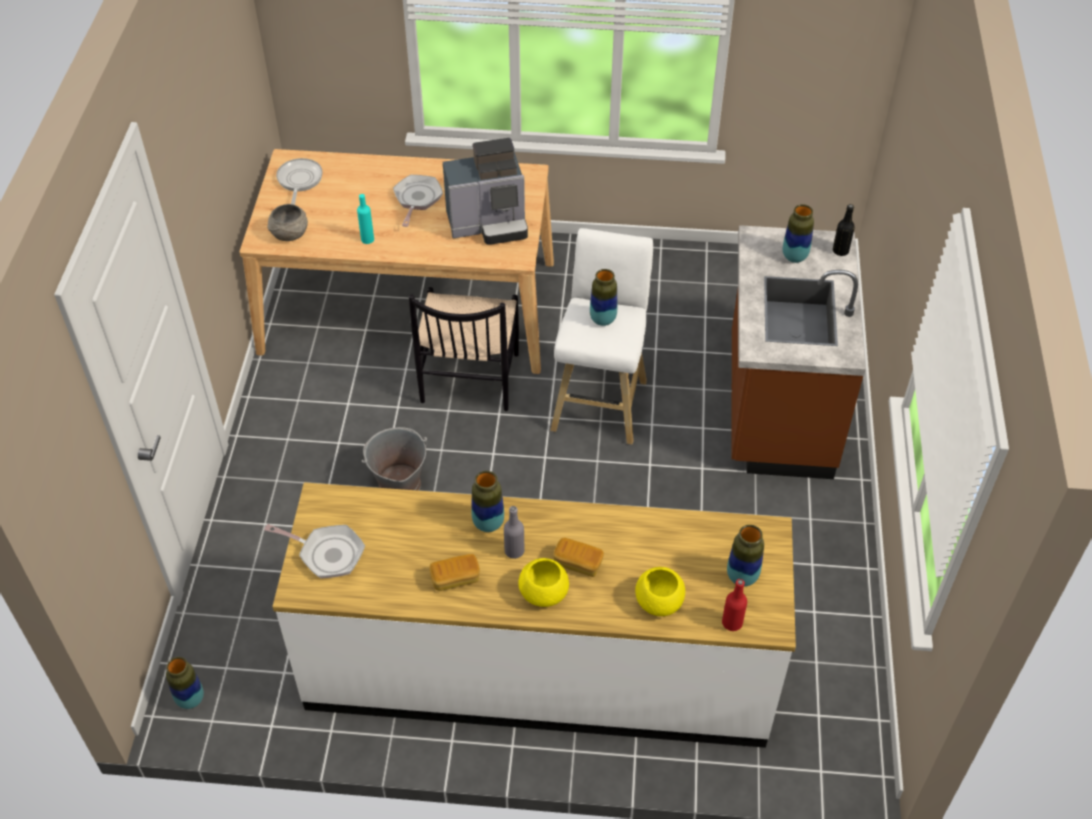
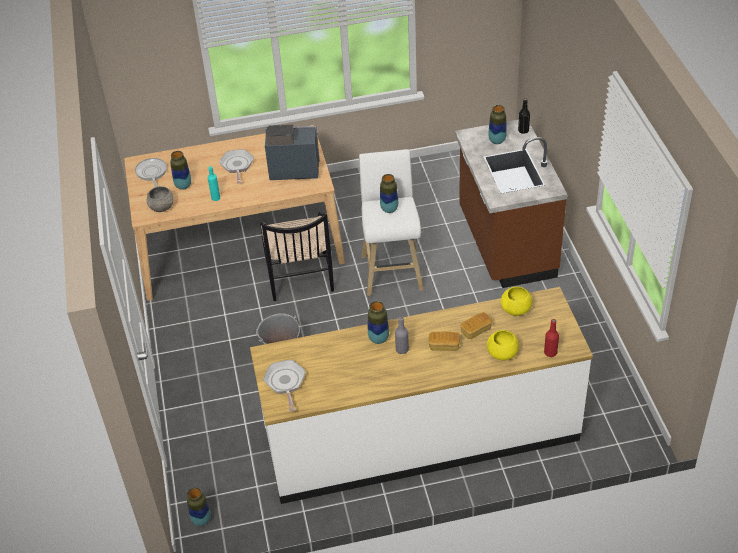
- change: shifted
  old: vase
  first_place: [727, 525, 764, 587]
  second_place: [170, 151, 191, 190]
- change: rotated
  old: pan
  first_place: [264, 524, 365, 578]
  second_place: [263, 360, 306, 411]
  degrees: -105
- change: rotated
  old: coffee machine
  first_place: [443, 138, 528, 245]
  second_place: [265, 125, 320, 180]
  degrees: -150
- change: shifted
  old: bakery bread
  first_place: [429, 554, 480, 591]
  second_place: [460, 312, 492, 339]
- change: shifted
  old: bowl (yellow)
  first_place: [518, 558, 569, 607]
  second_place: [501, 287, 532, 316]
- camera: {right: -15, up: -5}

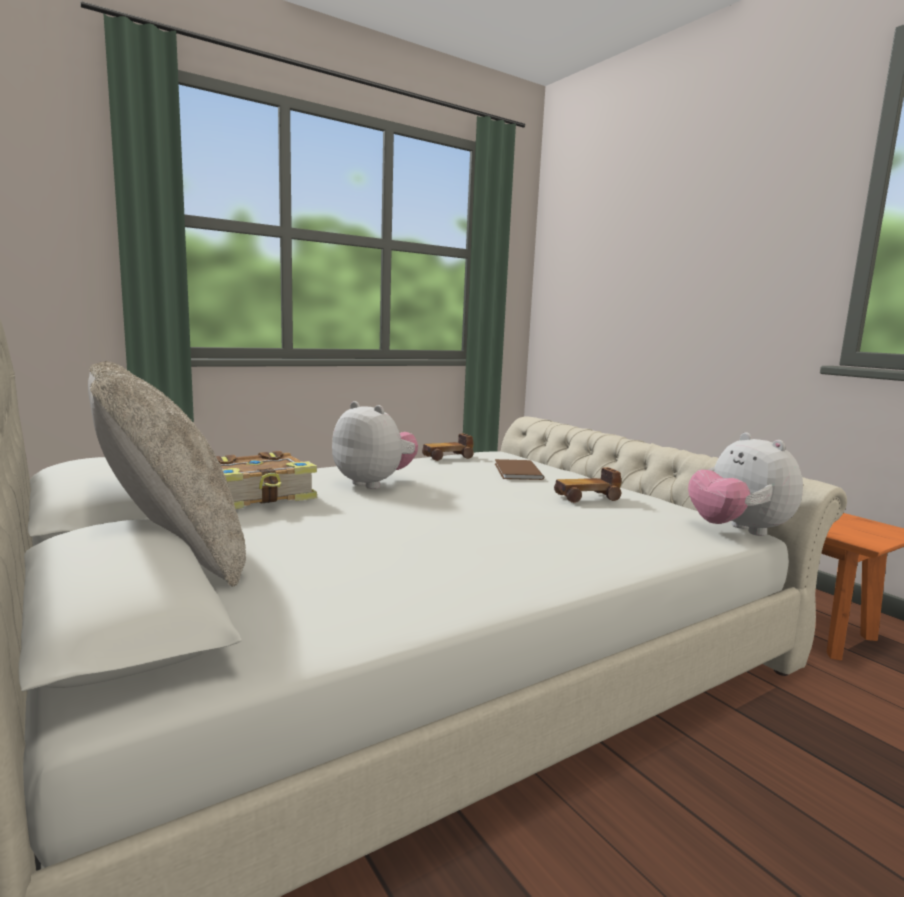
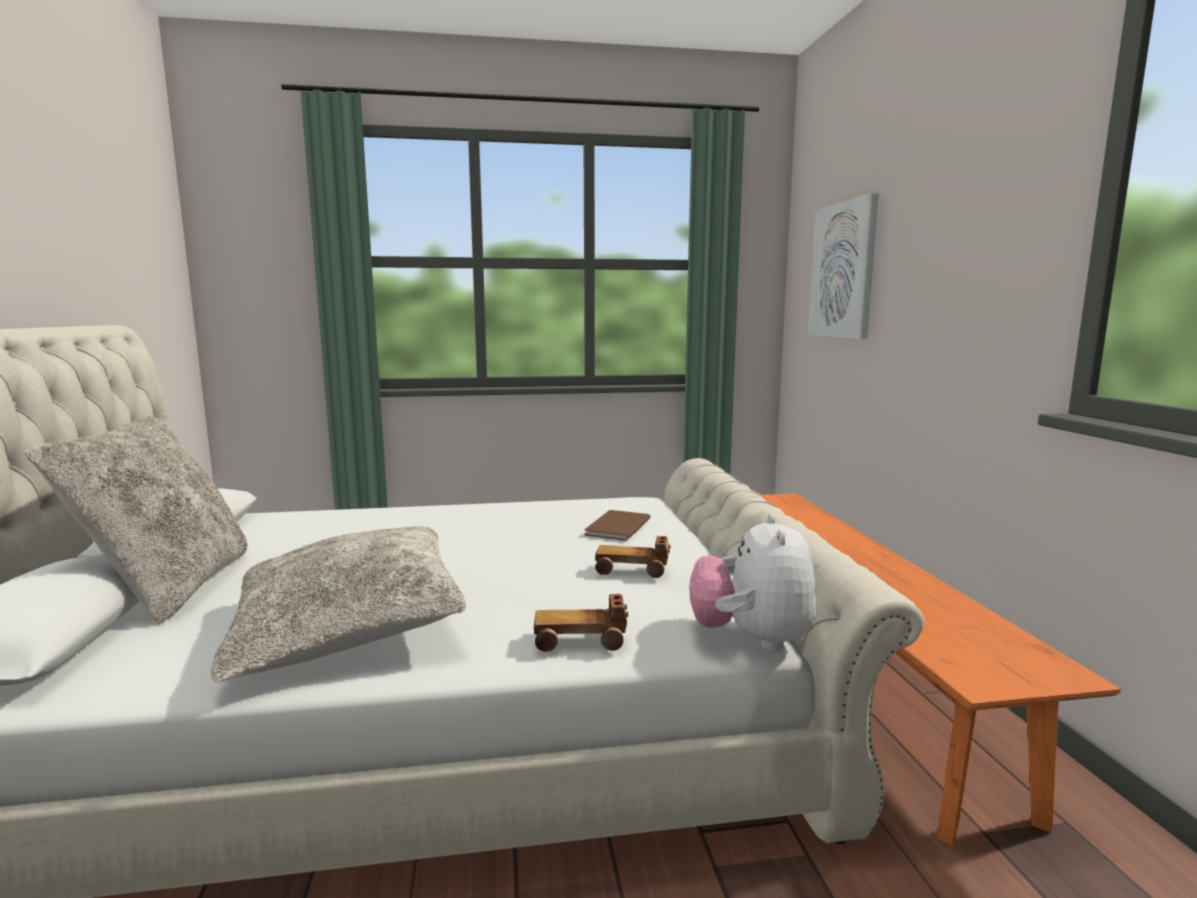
- change: new
  new: cushion (sand-coloured)
  second_place: [210, 526, 466, 683]
- change: shifted
  old: toy car
  first_place: [422, 433, 474, 461]
  second_place: [534, 594, 628, 652]
- change: new
  new: wall picture
  second_place: [808, 193, 879, 339]
- change: gone
  old: book
  first_place: [216, 451, 317, 509]
- change: gone
  old: cuddly toy
  first_place: [332, 401, 418, 489]
- camera: {right: 25, up: 0}

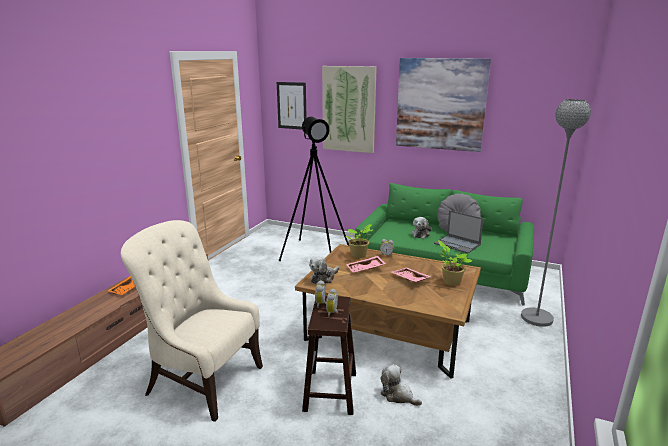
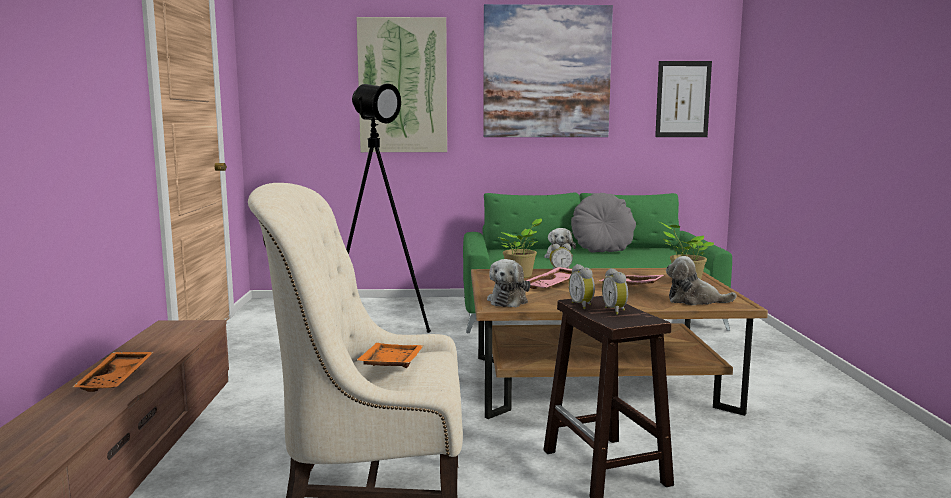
- change: new
  new: tray (orange-coloured)
  second_place: [355, 343, 423, 368]
- change: shifted
  old: wall picture
  first_place: [277, 82, 307, 130]
  second_place: [655, 61, 712, 137]
- change: shifted
  old: cuddly toy
  first_place: [380, 364, 422, 406]
  second_place: [666, 256, 737, 305]
- change: gone
  old: portable computer
  first_place: [434, 210, 484, 253]
- change: gone
  old: standard lamp (gray)
  first_place: [521, 99, 591, 327]
- camera: {right: -25, up: -10}

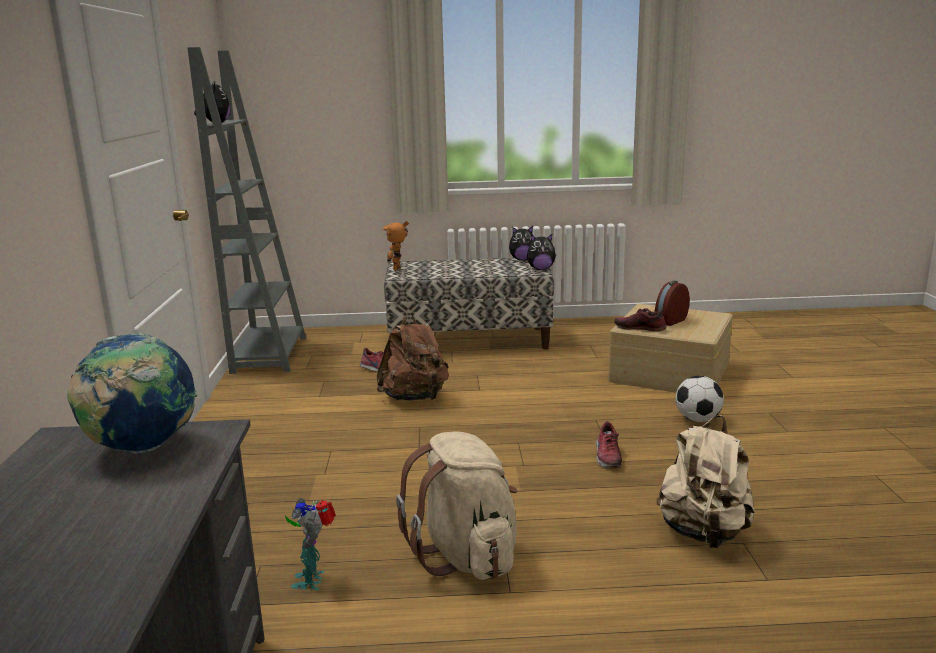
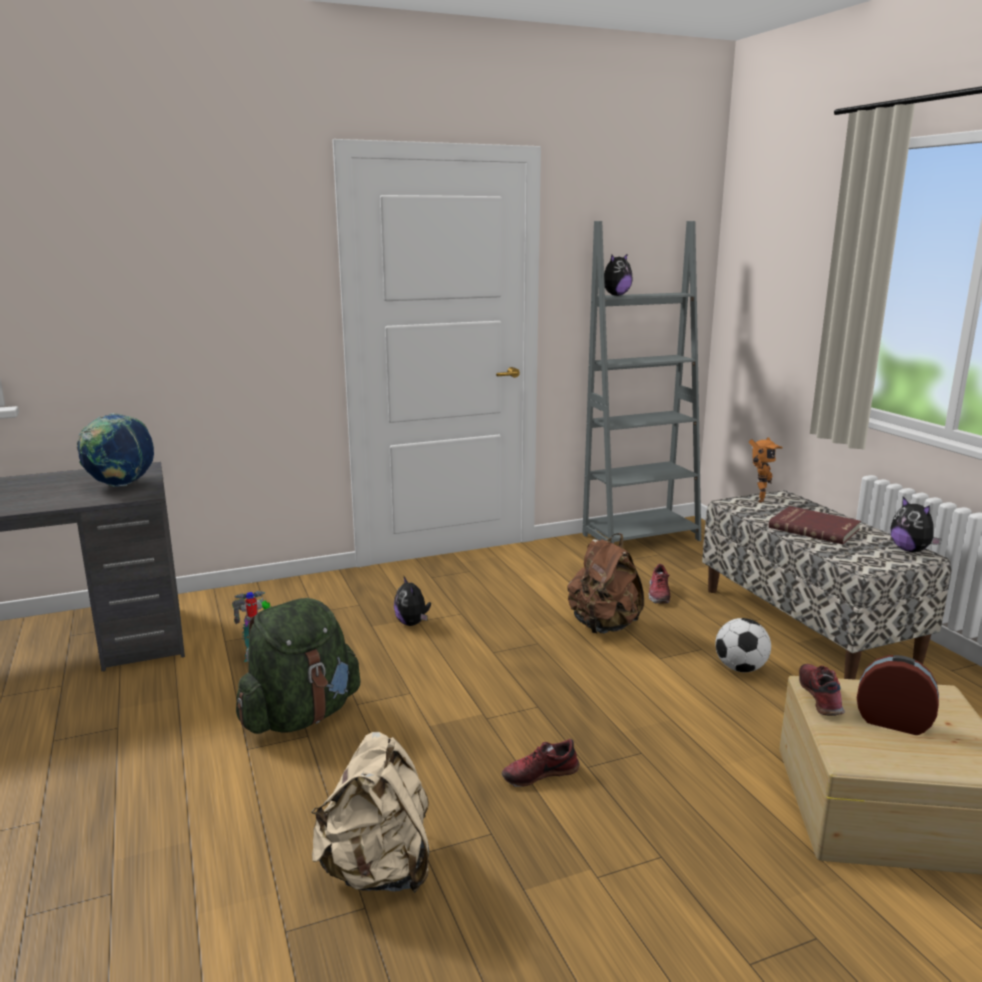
- change: repainted
  old: backpack (sand-coloured)
  new: backpack (green-coloured)
  first_place: [396, 431, 517, 580]
  second_place: [236, 598, 360, 734]
- change: shifted
  old: cuddly toy
  first_place: [527, 234, 556, 270]
  second_place: [394, 575, 431, 626]
- change: shifted
  old: football
  first_place: [675, 376, 724, 422]
  second_place: [715, 618, 771, 672]
- change: rotated
  old: model robot
  first_place: [382, 221, 409, 271]
  second_place: [749, 437, 783, 502]
  degrees: 120
- change: new
  new: book (reddish)
  second_place: [769, 506, 861, 544]
- camera: {right: 70, up: 0}

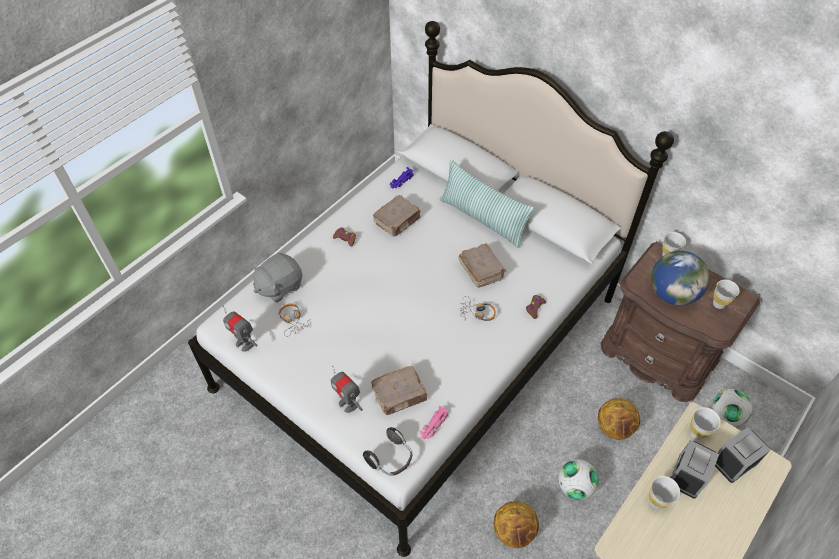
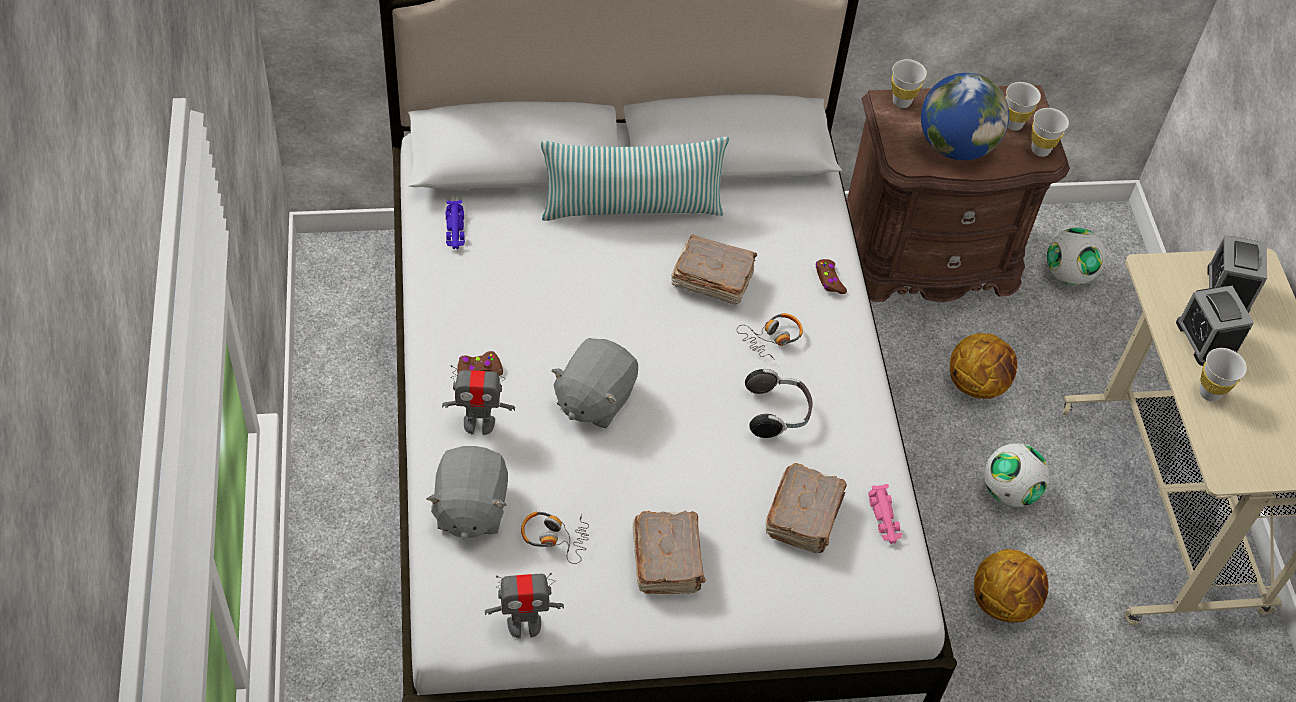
- change: shifted
  old: model robot
  first_place: [331, 366, 363, 413]
  second_place: [442, 365, 515, 435]
- change: new
  new: cuddly toy (gray)
  second_place: [551, 338, 638, 428]
- change: shifted
  old: book (brown-coloured)
  first_place: [373, 195, 421, 237]
  second_place: [632, 511, 705, 594]
- change: shifted
  old: headphones
  first_place: [363, 427, 412, 476]
  second_place: [745, 369, 813, 438]
- change: shifted
  old: cup (white)
  first_place: [690, 407, 721, 440]
  second_place: [1031, 108, 1069, 157]
- camera: {right: -50, up: 0}

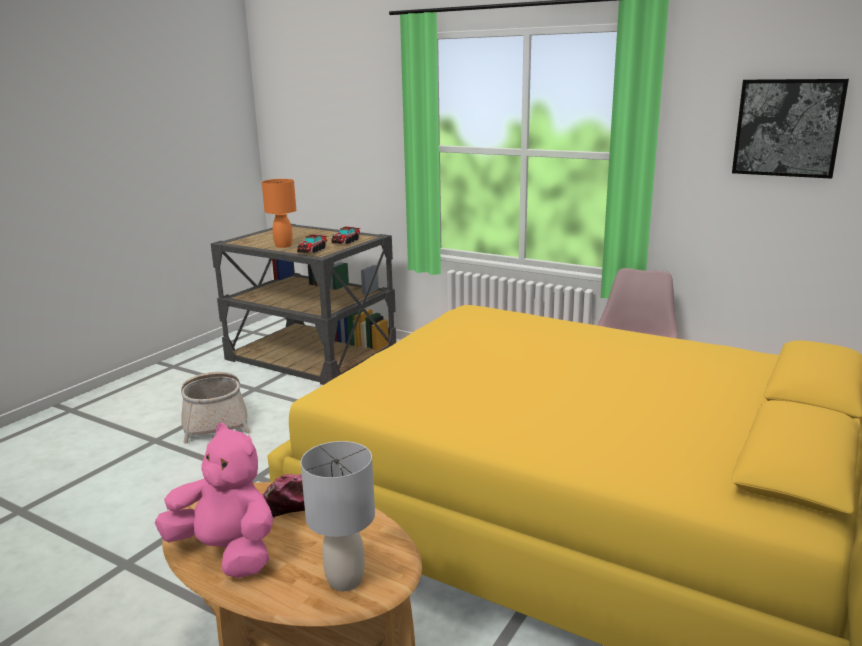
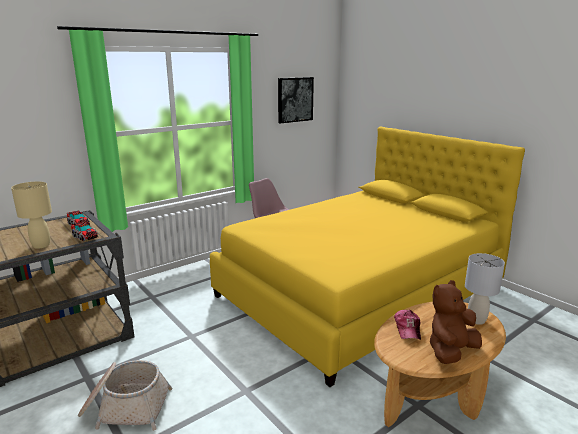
- change: repainted
  old: tabletop lamp (orange-coloured)
  new: tabletop lamp (sand-coloured)
  first_place: [262, 179, 296, 248]
  second_place: [11, 181, 52, 249]
- change: repainted
  old: cuddly toy (pink-coloured)
  new: cuddly toy (brown-coloured)
  first_place: [155, 423, 273, 578]
  second_place: [430, 280, 482, 364]
- camera: {right: -70, up: 0}

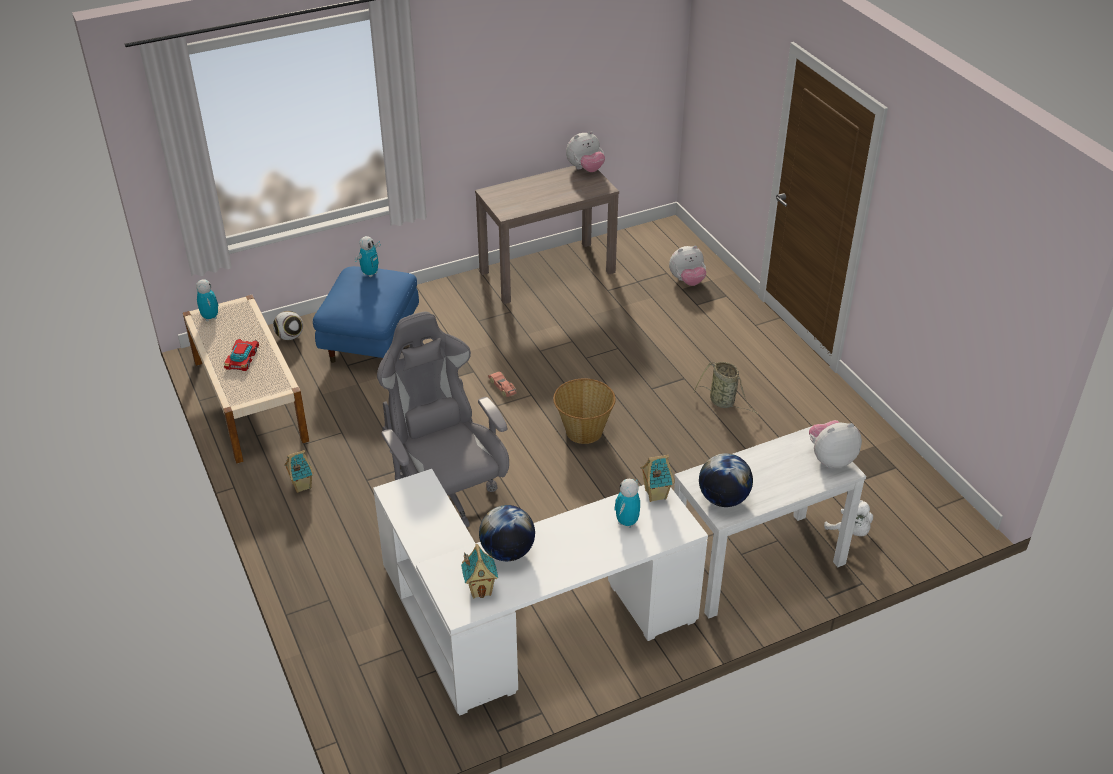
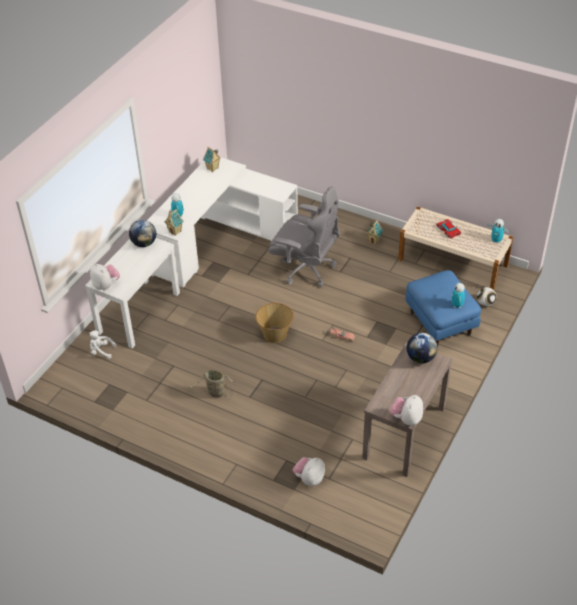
- change: rotated
  old: cuddly toy
  first_place: [809, 420, 862, 468]
  second_place: [90, 263, 120, 290]
  degrees: -75
- change: shifted
  old: world globe
  first_place: [479, 505, 535, 561]
  second_place: [407, 333, 437, 363]
- camera: {right: 145, up: 5}

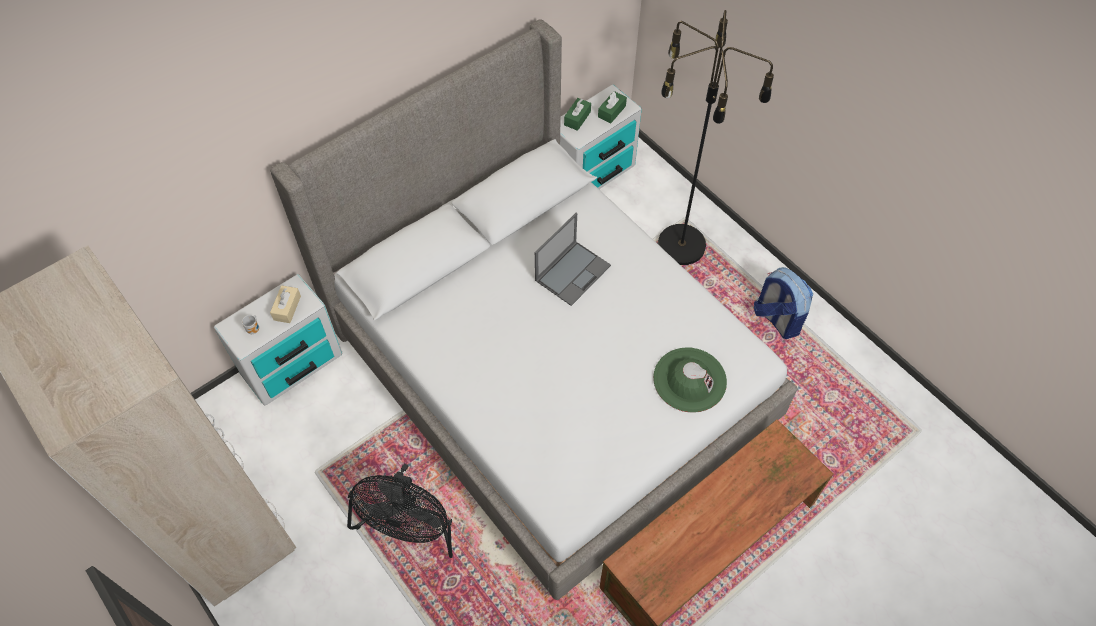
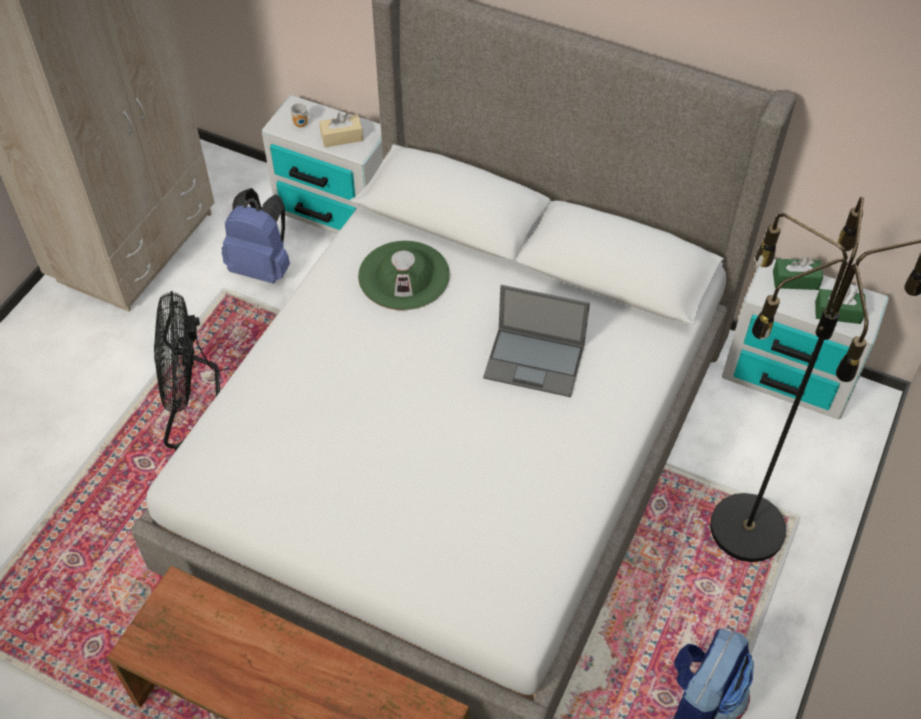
- change: new
  new: backpack (blue)
  second_place: [222, 188, 290, 284]
- change: shifted
  old: wearable hat (green-coloured)
  first_place: [653, 348, 727, 413]
  second_place: [358, 241, 450, 310]
- camera: {right: 65, up: -5}

